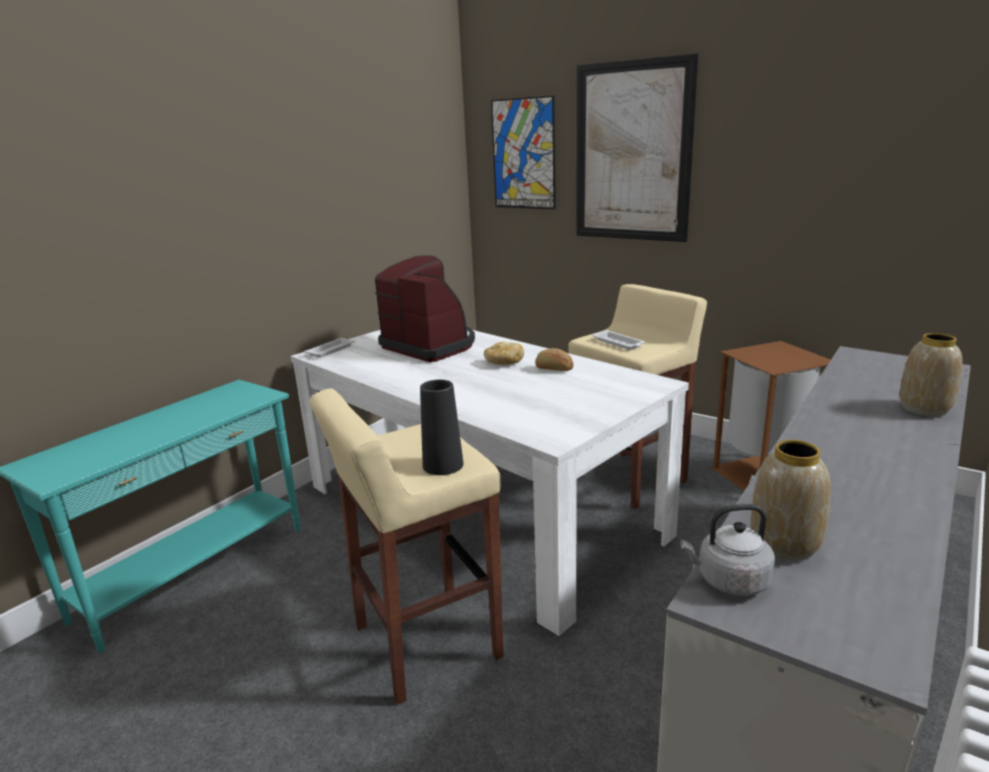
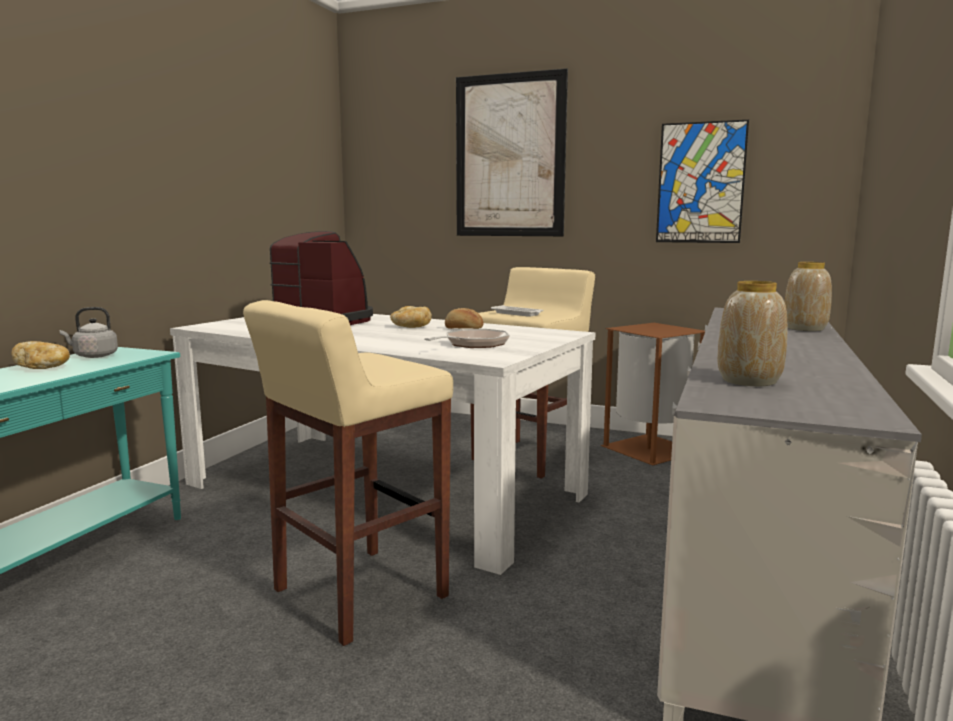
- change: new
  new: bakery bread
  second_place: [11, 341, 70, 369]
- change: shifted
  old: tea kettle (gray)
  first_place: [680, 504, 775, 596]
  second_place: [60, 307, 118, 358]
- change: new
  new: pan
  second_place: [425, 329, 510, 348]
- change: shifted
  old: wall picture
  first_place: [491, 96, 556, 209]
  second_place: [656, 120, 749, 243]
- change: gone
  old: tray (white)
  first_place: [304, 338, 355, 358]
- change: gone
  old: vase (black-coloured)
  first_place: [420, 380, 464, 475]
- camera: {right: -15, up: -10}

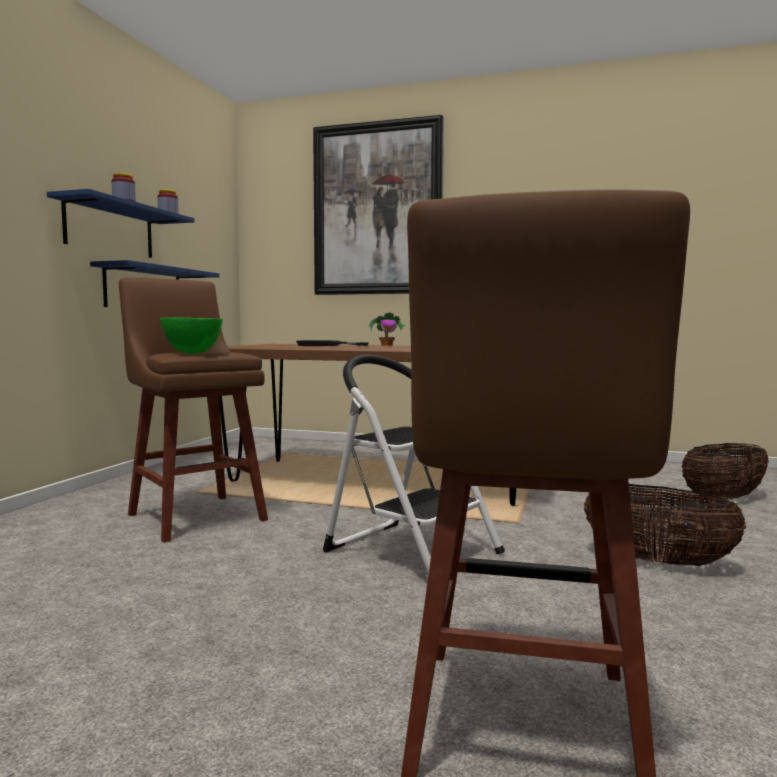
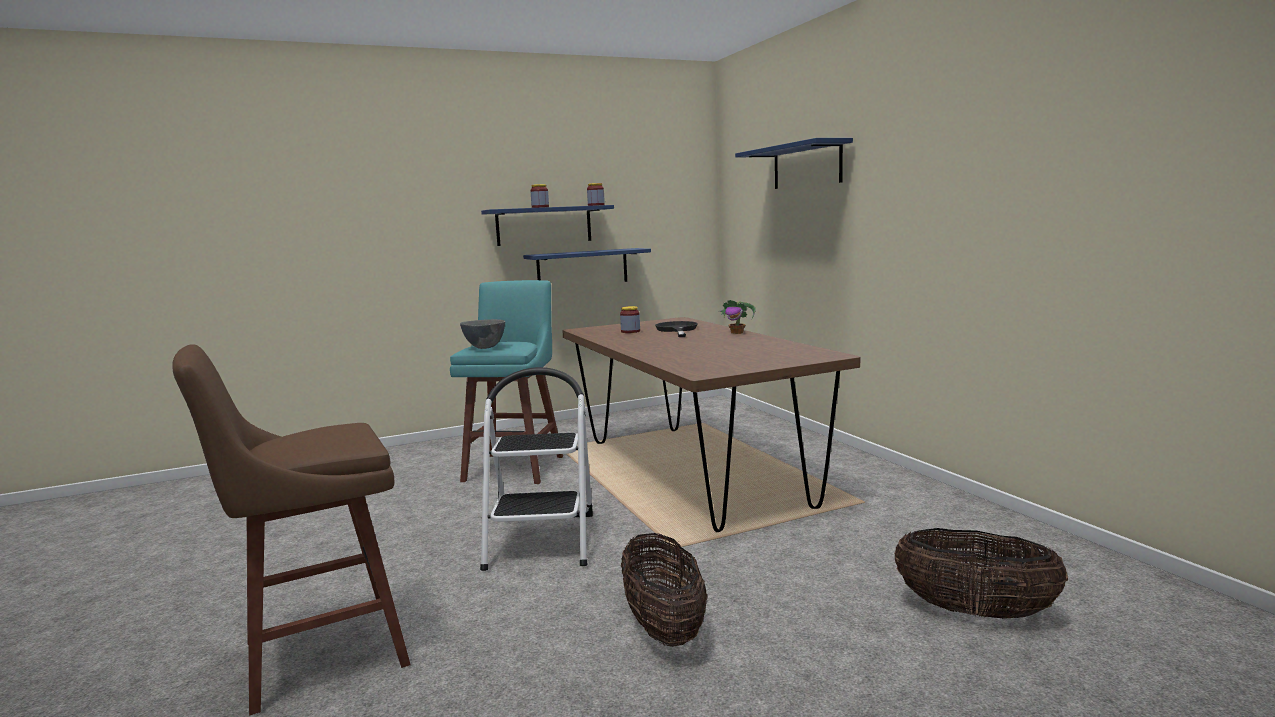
- change: repainted
  old: stool seat (brown-coloured)
  new: stool seat (turquoise-coloured)
  first_place: [119, 278, 268, 543]
  second_place: [450, 280, 563, 484]
- change: repainted
  old: bowl (green-coloured)
  new: bowl (gray)
  first_place: [160, 317, 223, 354]
  second_place: [460, 319, 505, 349]
- change: new
  new: jar
  second_place: [620, 306, 640, 333]
- change: swapped
  old: wall picture
  new: shelf (blue)
  first_place: [313, 115, 444, 295]
  second_place: [735, 138, 853, 189]
- camera: {right: 50, up: 5}

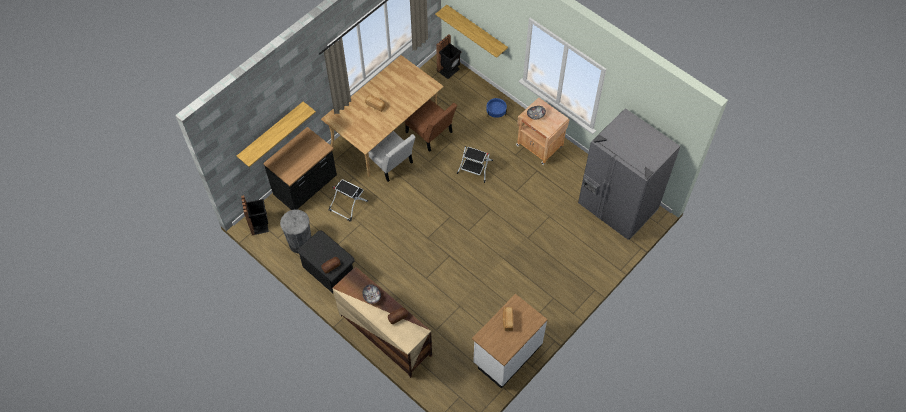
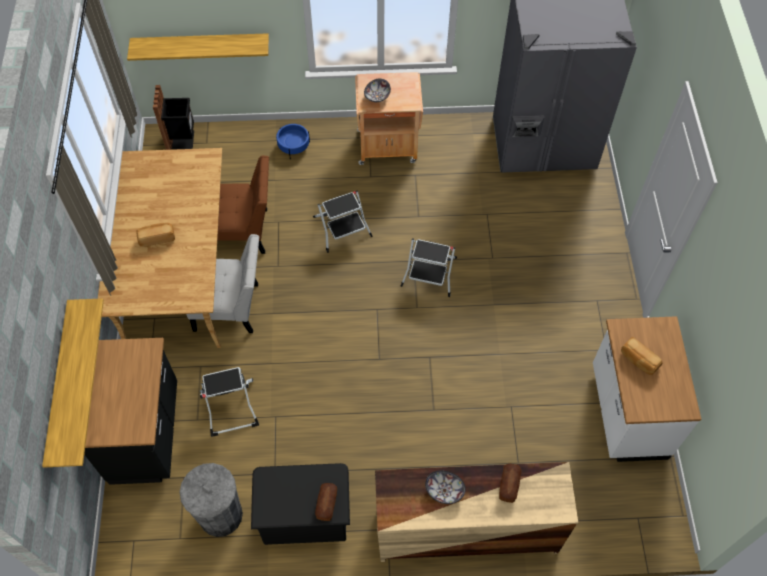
- change: new
  new: step stool
  second_place: [401, 238, 457, 297]
- change: gone
  old: waste bin (black-coloured)
  first_place: [241, 195, 269, 235]
- camera: {right: -45, up: 0}

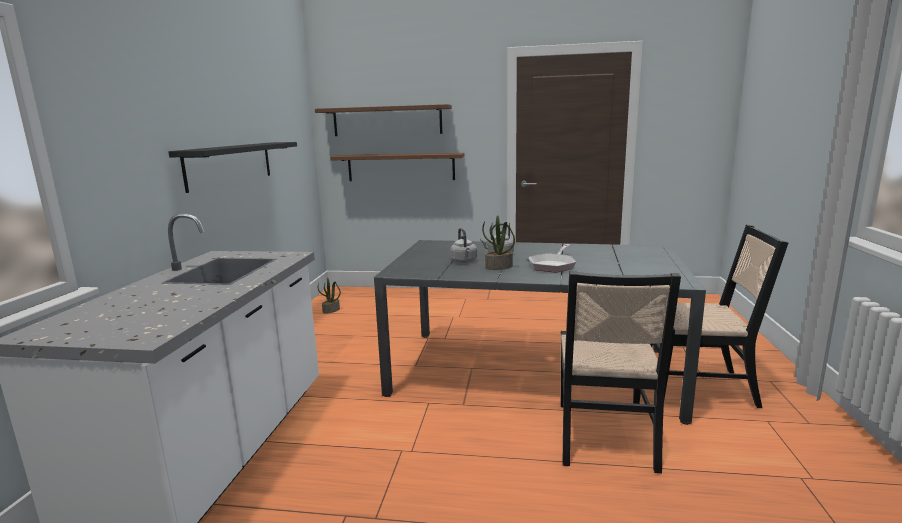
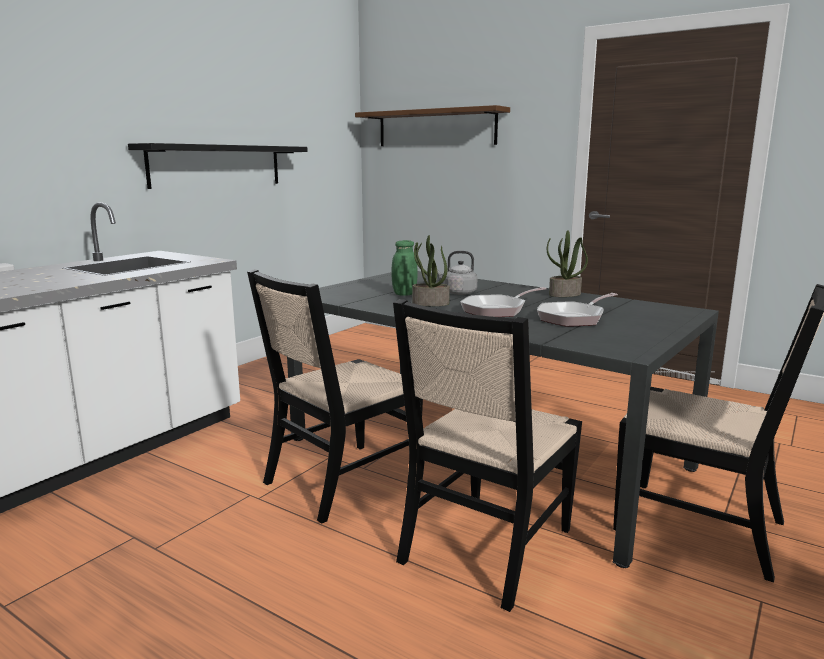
- change: new
  new: chair
  second_place: [247, 269, 423, 524]
- change: swapped
  old: tea kettle (gray)
  new: jar (green-coloured)
  first_place: [450, 228, 477, 263]
  second_place: [391, 240, 418, 296]
- change: new
  new: pan
  second_place: [537, 293, 618, 327]
- change: shifted
  old: potted plant
  first_place: [318, 278, 341, 314]
  second_place: [547, 230, 588, 297]
- change: gone
  old: shelf (brown-coloured)
  first_place: [330, 153, 465, 181]
- camera: {right: 25, up: 0}

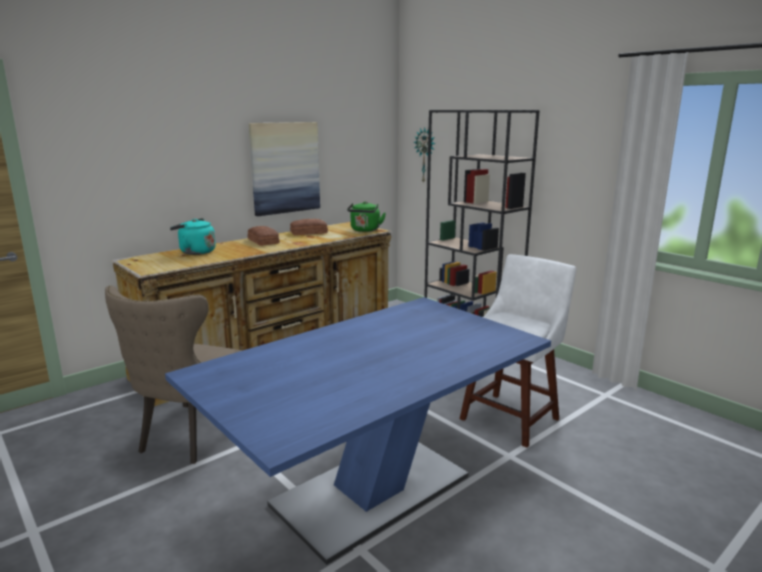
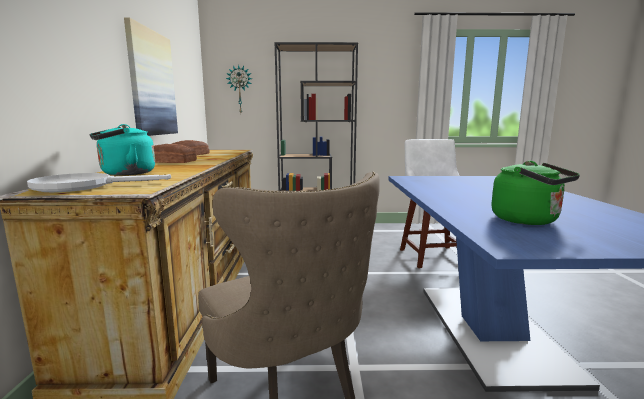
- change: new
  new: pan (white)
  second_place: [27, 173, 171, 192]
- change: shifted
  old: tea kettle (green-coloured)
  first_place: [347, 201, 386, 232]
  second_place: [491, 161, 580, 225]
- camera: {right: -50, up: -5}

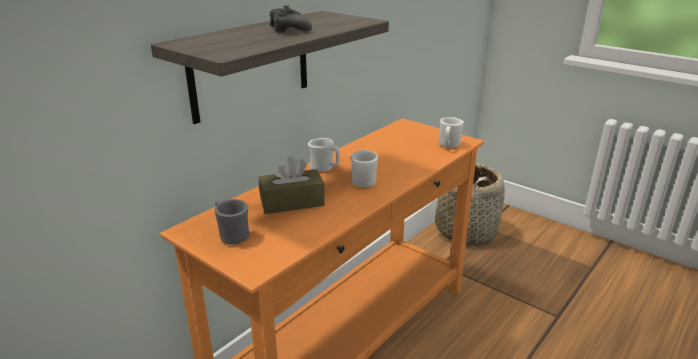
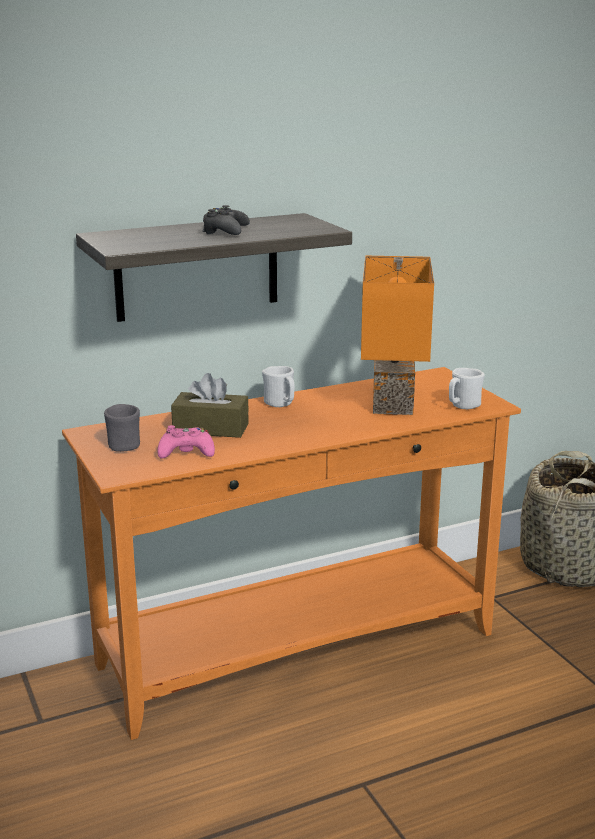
- change: new
  new: game controller (pink-coloured)
  second_place: [157, 425, 215, 459]
- change: new
  new: tabletop lamp (orange-coloured)
  second_place: [361, 256, 434, 415]
- change: gone
  old: mug (white)
  first_place: [351, 150, 378, 187]
- camera: {right: 25, up: -5}

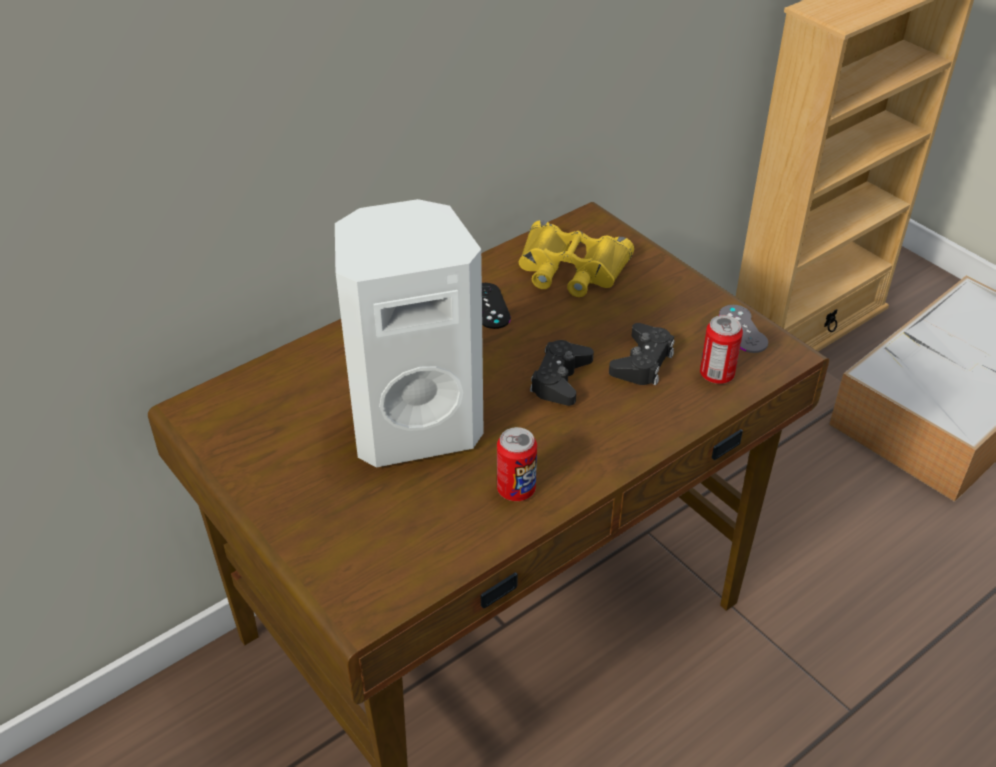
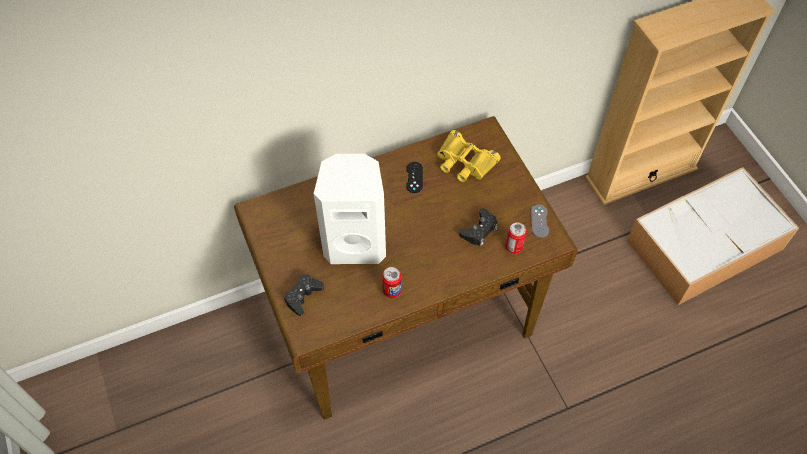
- change: shifted
  old: game controller (black-coloured)
  first_place: [530, 340, 594, 406]
  second_place: [284, 275, 324, 316]
- camera: {right: 15, up: 15}

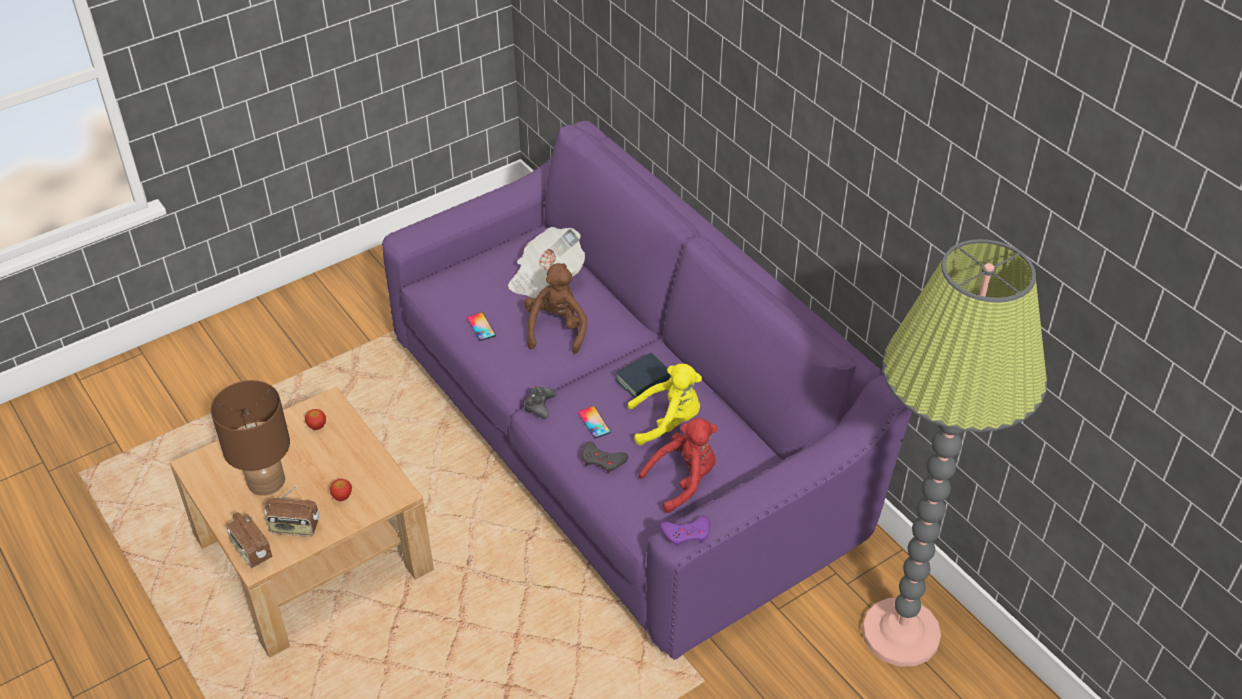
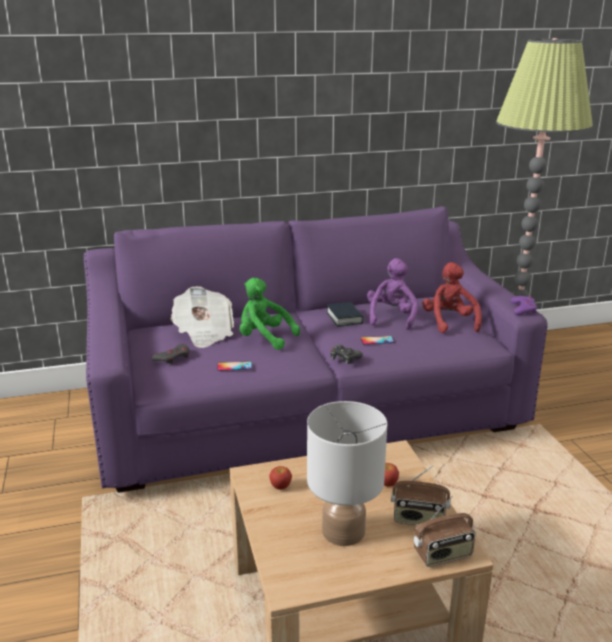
- change: shifted
  old: game controller (gray)
  first_place: [582, 441, 628, 474]
  second_place: [152, 344, 190, 365]
- change: repainted
  old: cuddly toy (brown-coloured)
  new: cuddly toy (green-coloured)
  first_place: [524, 263, 587, 354]
  second_place: [239, 278, 300, 350]
- change: repainted
  old: tabletop lamp (brown-coloured)
  new: tabletop lamp (gray)
  first_place: [211, 380, 290, 496]
  second_place: [307, 401, 387, 546]
- change: repainted
  old: cuddly toy (yellow)
  new: cuddly toy (purple-coloured)
  first_place: [628, 364, 702, 445]
  second_place: [367, 258, 418, 330]
- change: rotated
  old: radio set
  first_place: [265, 486, 320, 536]
  second_place: [391, 465, 451, 525]
  degrees: 75
- camera: {right: -70, up: -20}

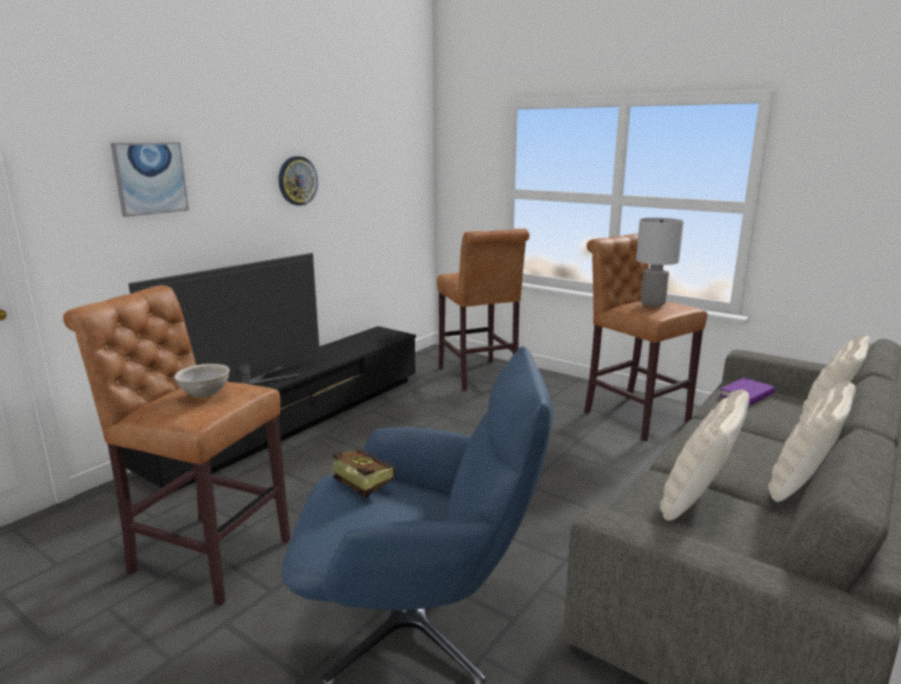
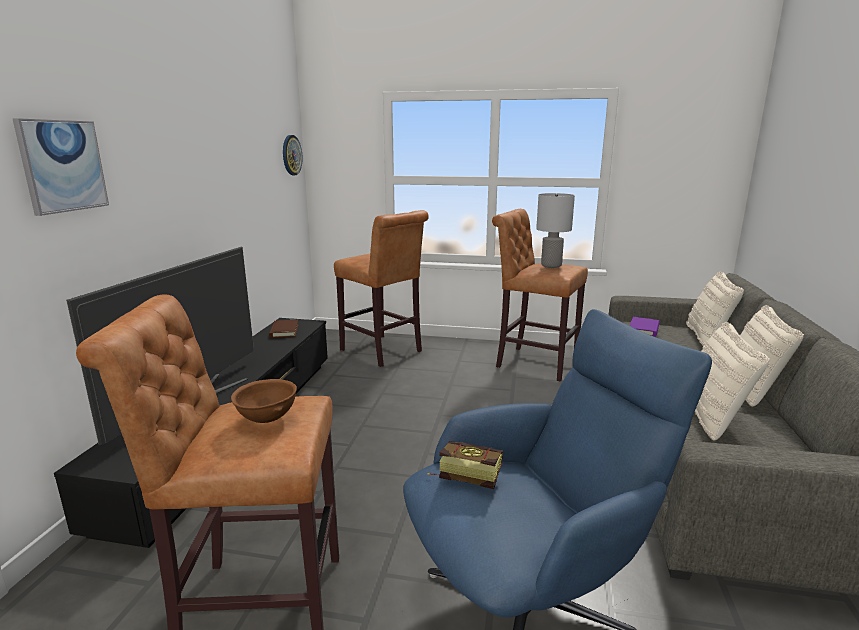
- change: repainted
  old: bowl (gray)
  new: bowl (brown-coloured)
  first_place: [174, 364, 230, 397]
  second_place: [231, 379, 297, 423]
- change: new
  new: book (brown-coloured)
  second_place: [269, 320, 299, 338]
- change: shifted
  old: clock on the wall
  first_place: [279, 156, 318, 206]
  second_place: [283, 135, 302, 175]
- camera: {right: -25, up: 0}

